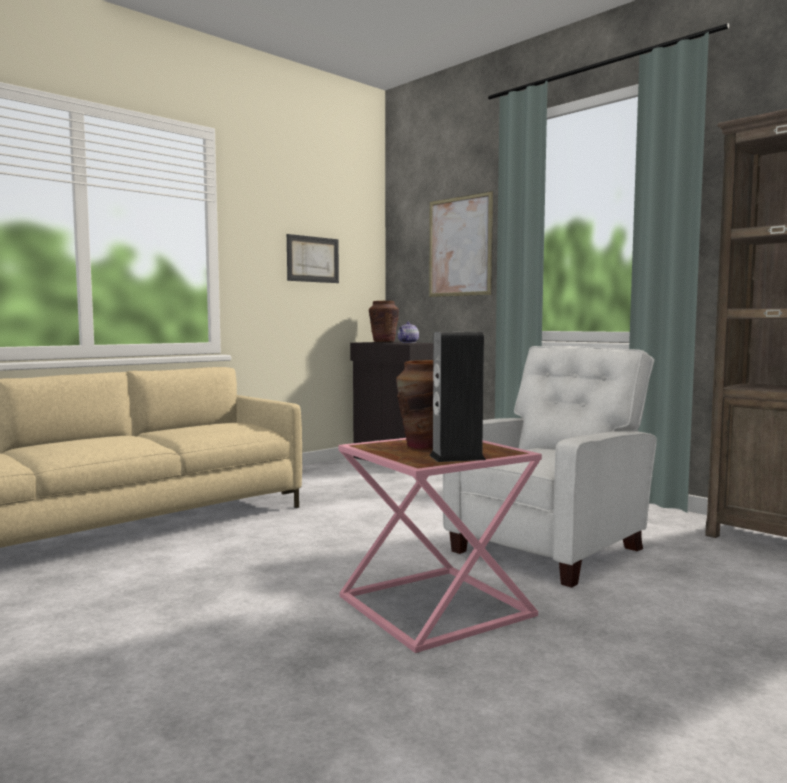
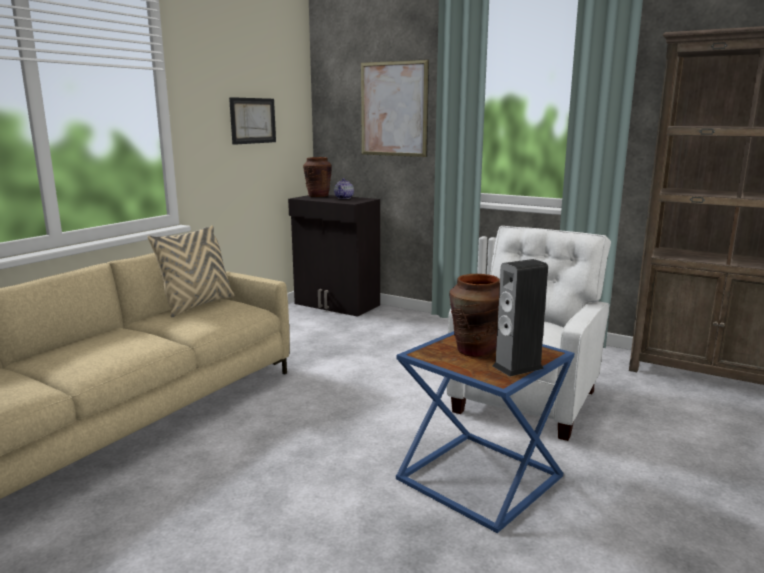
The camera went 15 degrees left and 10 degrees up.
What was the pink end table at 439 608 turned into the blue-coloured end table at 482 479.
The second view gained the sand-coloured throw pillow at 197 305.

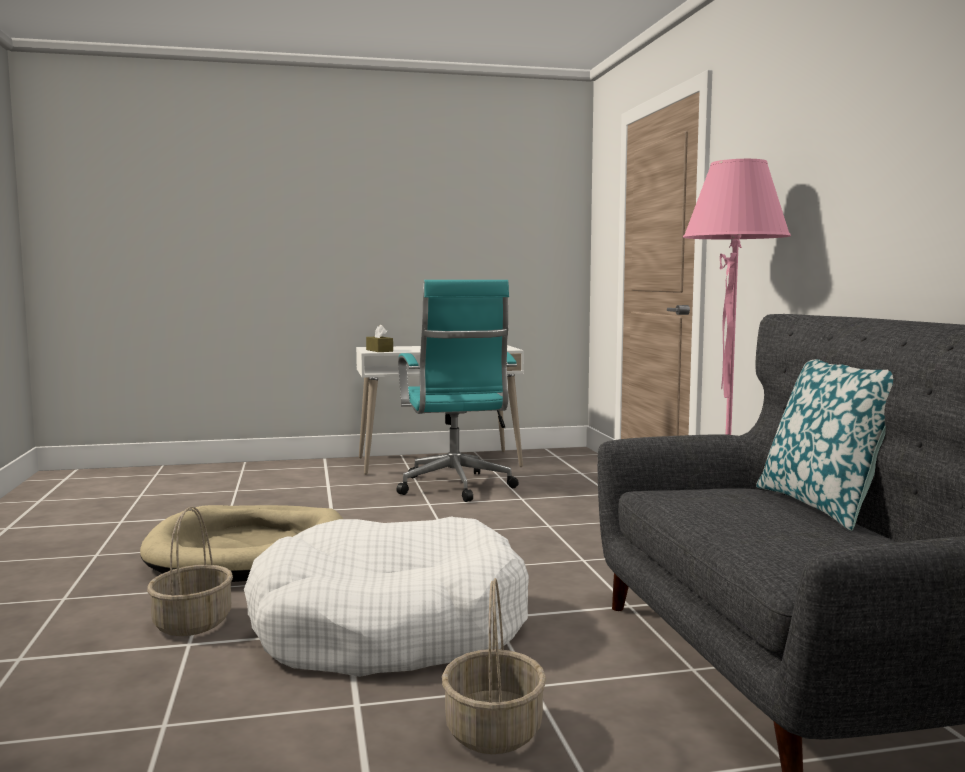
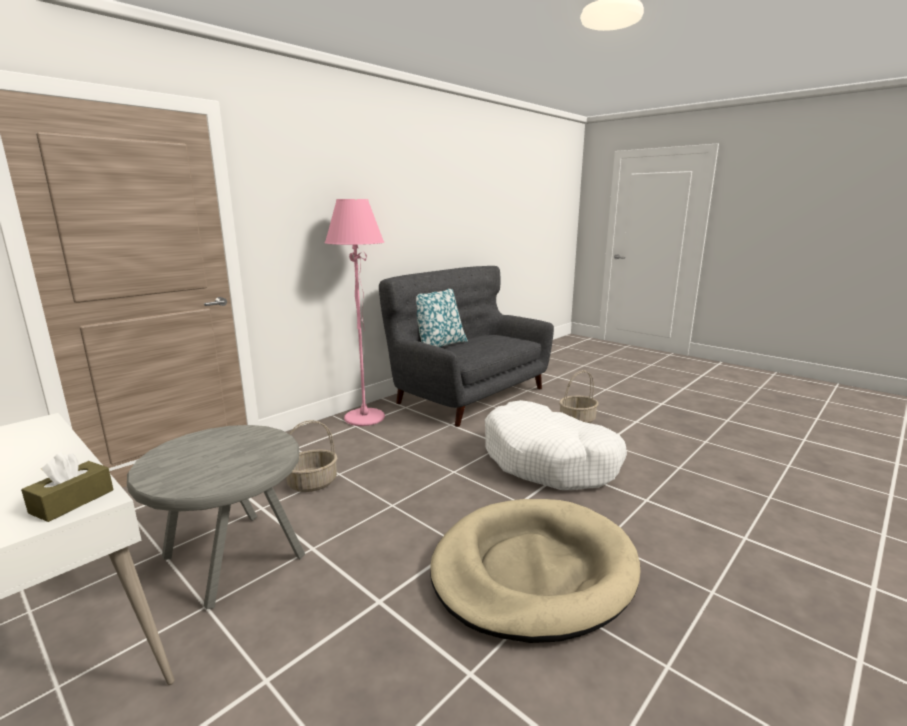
The camera went 125 degrees left and 10 degrees up.
Where the turquoise-coloured desk chair stood at 455 488, the gray end table came to stand at 234 560.
The household basket ended up elsewhere, having gone from 193 623 to 313 483.

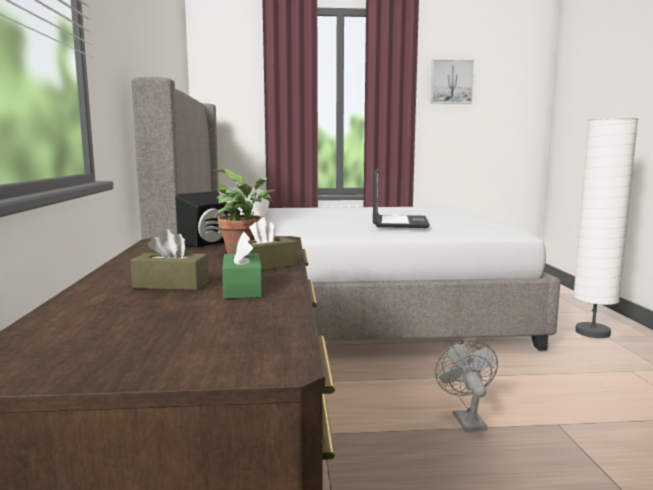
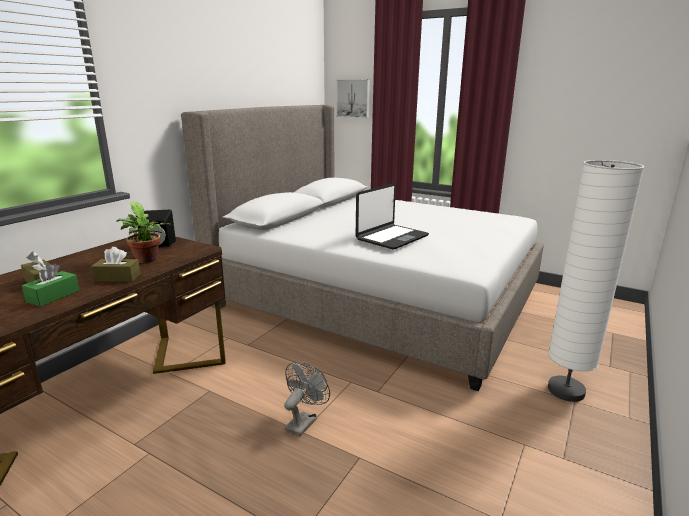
The camera went 35 degrees right and 10 degrees up.
The picture ended up elsewhere, having gone from 451 82 to 353 98.

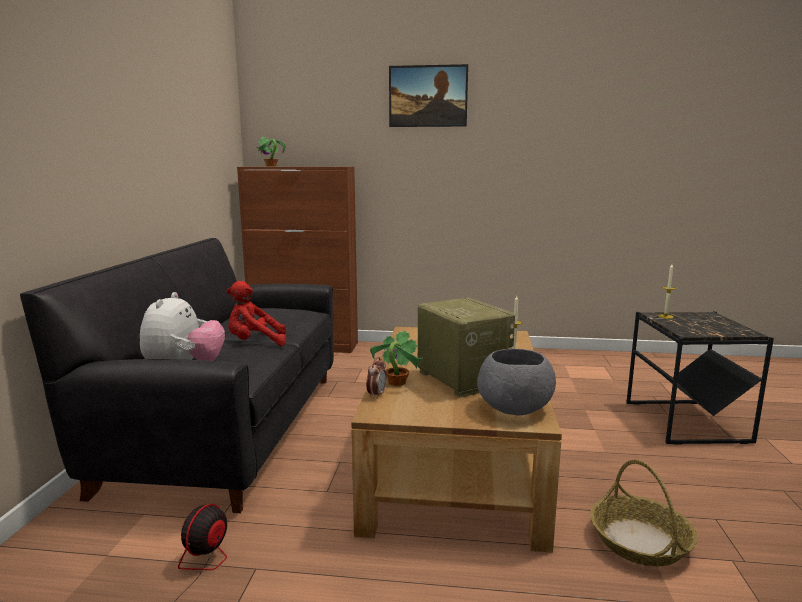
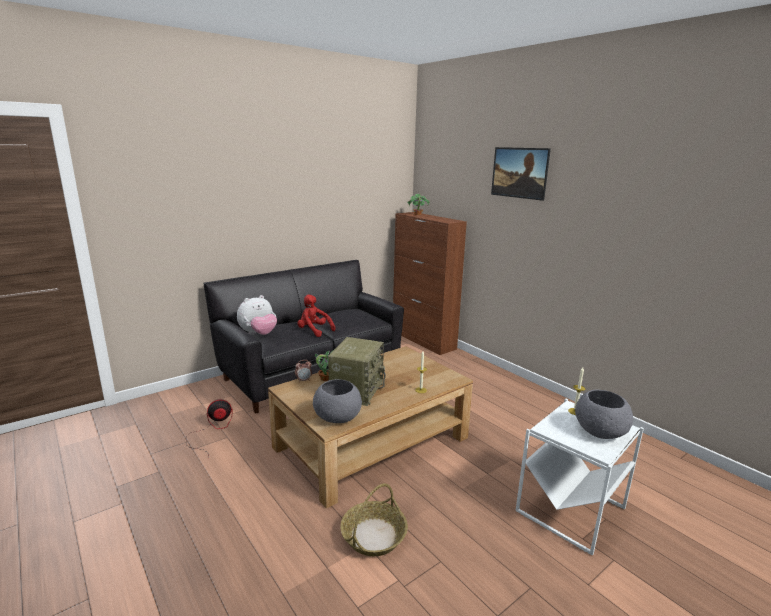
The camera went 45 degrees right and 5 degrees up.
What was the black-coloured end table at 686 422 turned into the whitish end table at 571 510.
The second view gained the gray bowl at 600 432.

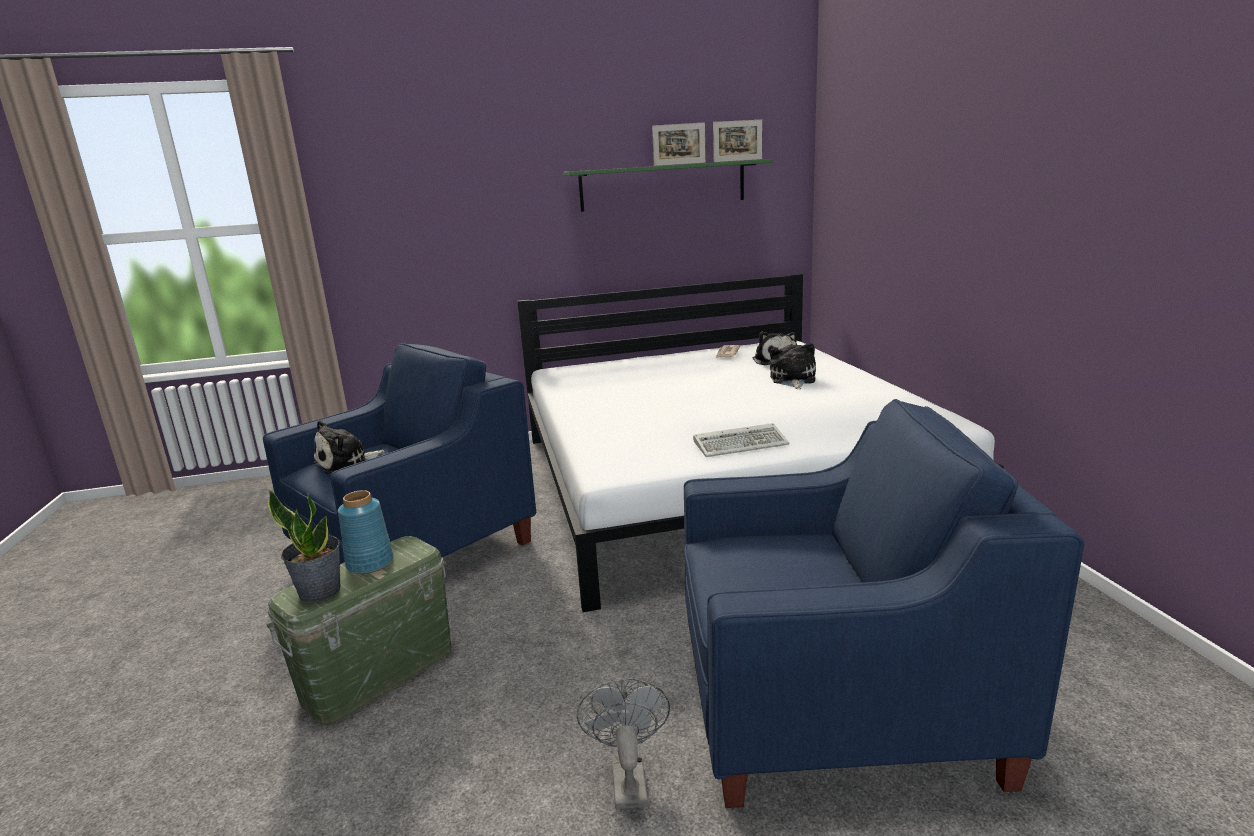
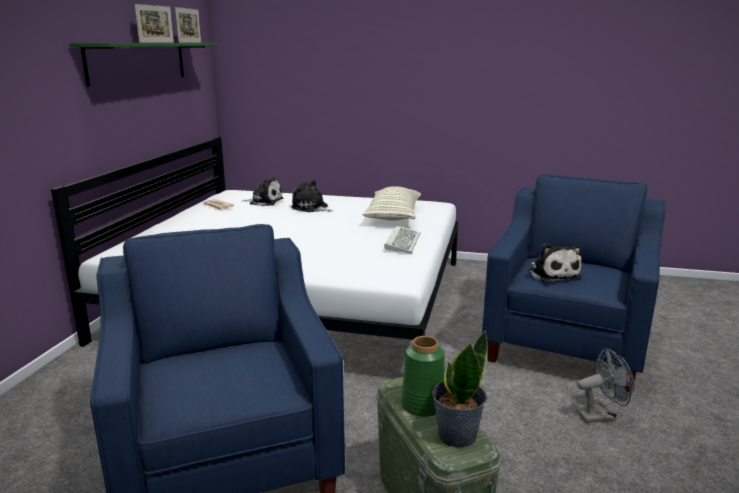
The camera went 65 degrees left and 0 degrees up.
The plush toy ended up elsewhere, having gone from 347 463 to 552 274.
What was the blue-coloured decorative vase at 371 563 turned into the greenish decorative vase at 422 405.
The gray cooling fan at 627 779 ended up facing another way, 150 degrees clockwise from before.
The second view gained the throw pillow at 393 217.

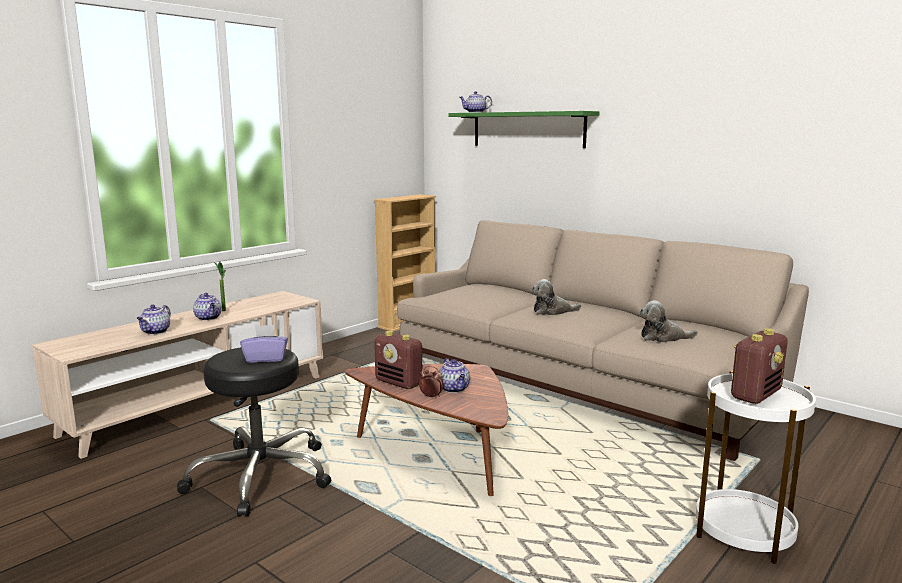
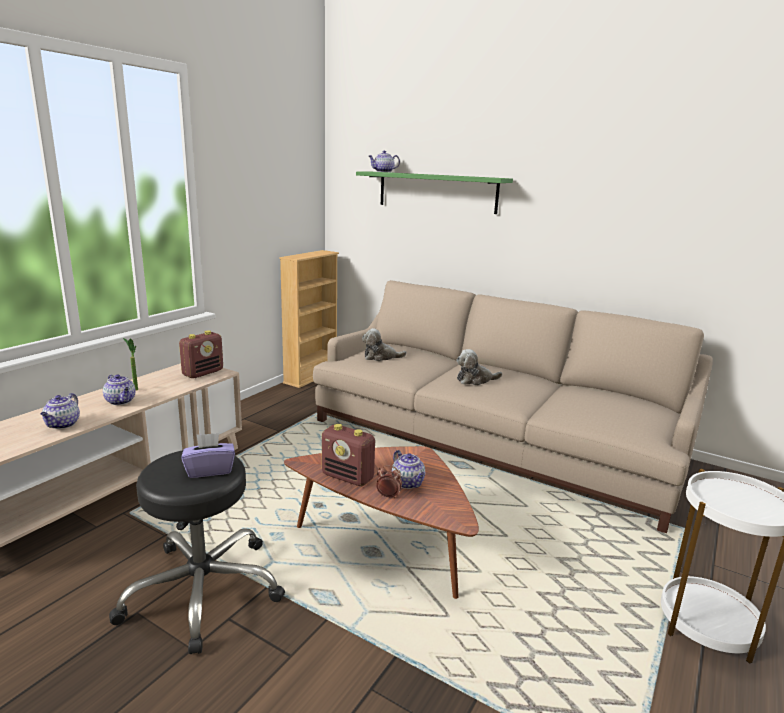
The camera went 10 degrees left and 5 degrees up.
The plush toy ended up elsewhere, having gone from 663 337 to 380 357.
The radio set ended up elsewhere, having gone from 755 394 to 203 373.

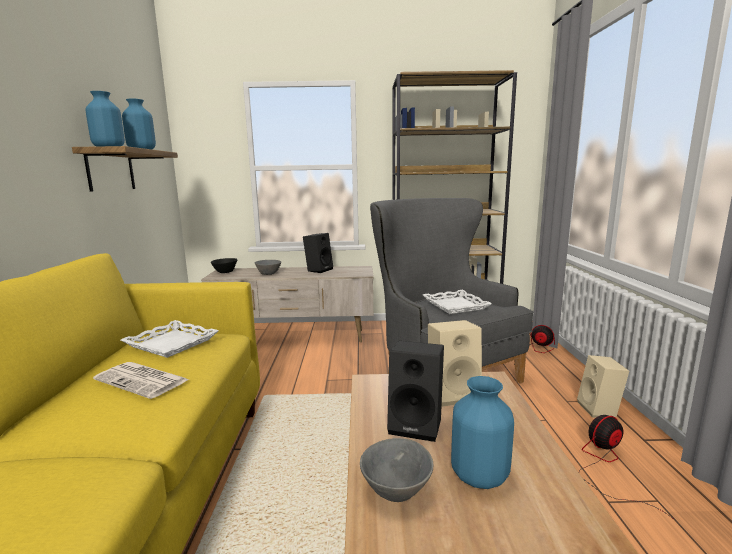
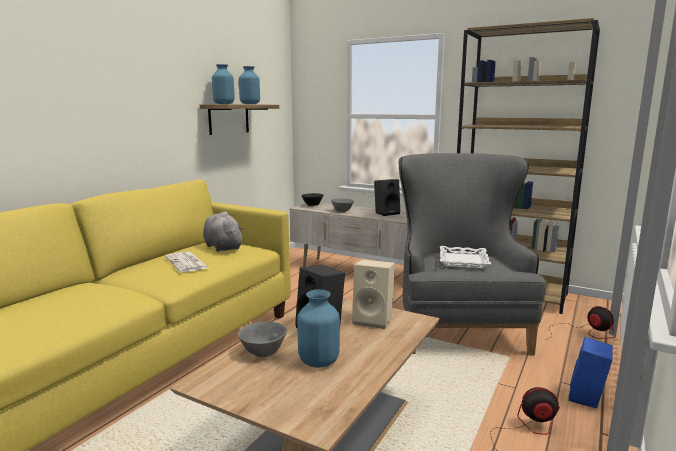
The camera went 30 degrees right and 0 degrees up.
Where the whitish tray stood at 171 344, the gray plush toy came to stand at 222 247.
What was the sand-coloured speaker at 600 410 turned into the blue-coloured speaker at 588 398.

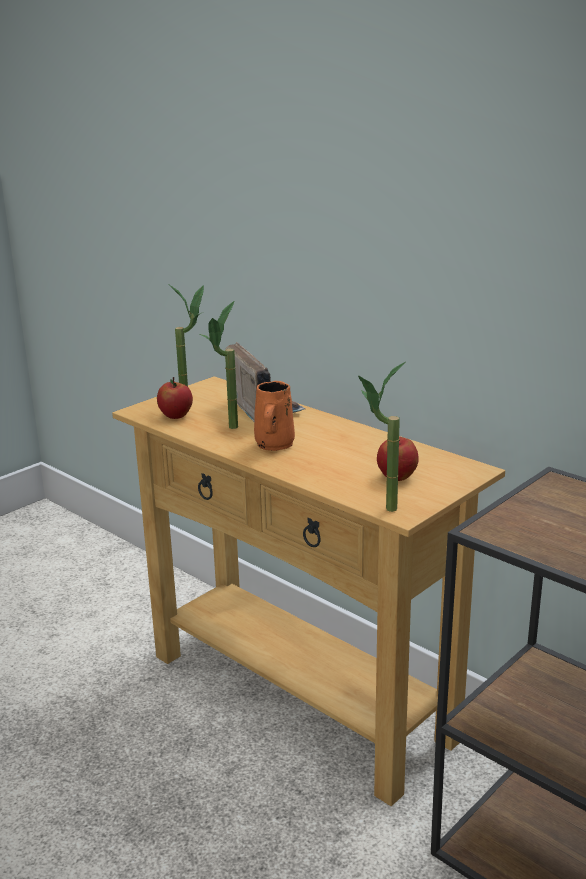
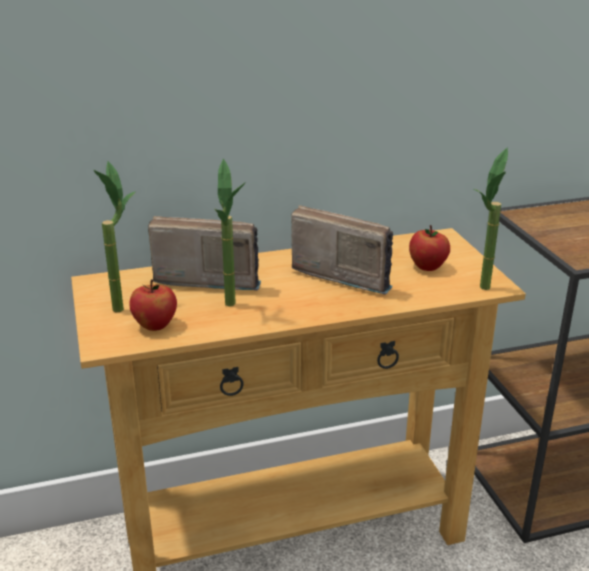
The camera went 60 degrees left and 5 degrees up.
The second view lost the orange-coloured tea mug at 274 445.
The second view gained the radio set at 344 273.

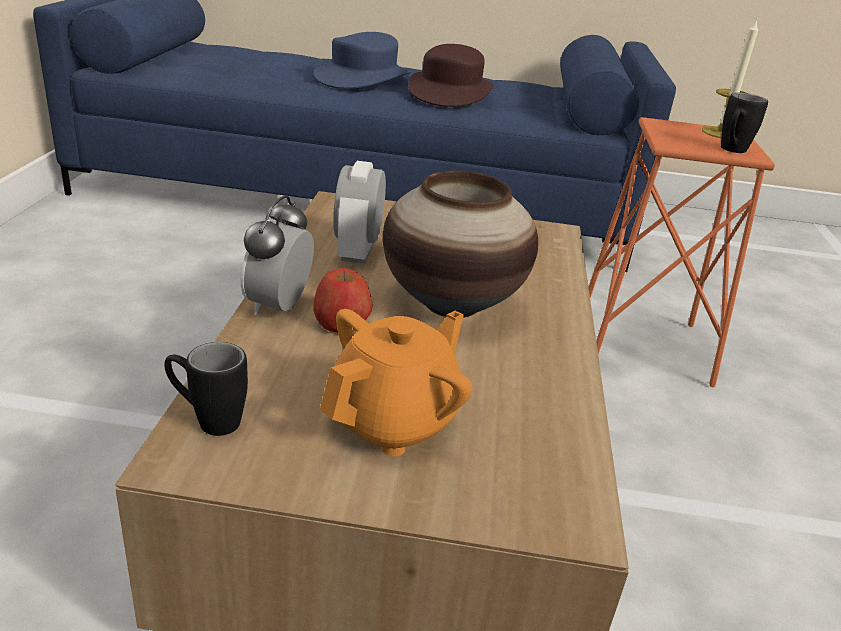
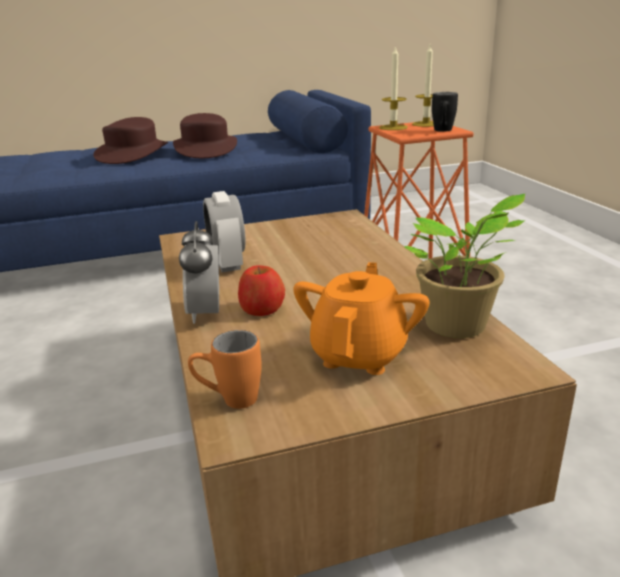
The camera went 20 degrees left and 5 degrees down.
What was the blue-coloured clothing hat at 363 78 turned into the brown-coloured clothing hat at 133 153.
The second view lost the decorative vase at 451 304.
What was the black-coloured tea mug at 207 420 turned into the orange-coloured tea mug at 229 400.
The second view gained the wax light at 393 127.
The second view gained the plant in a pot at 457 327.

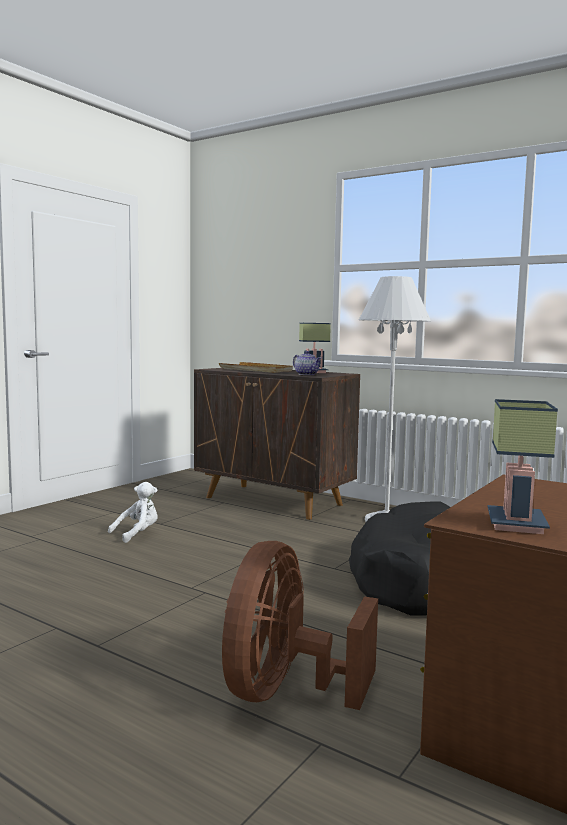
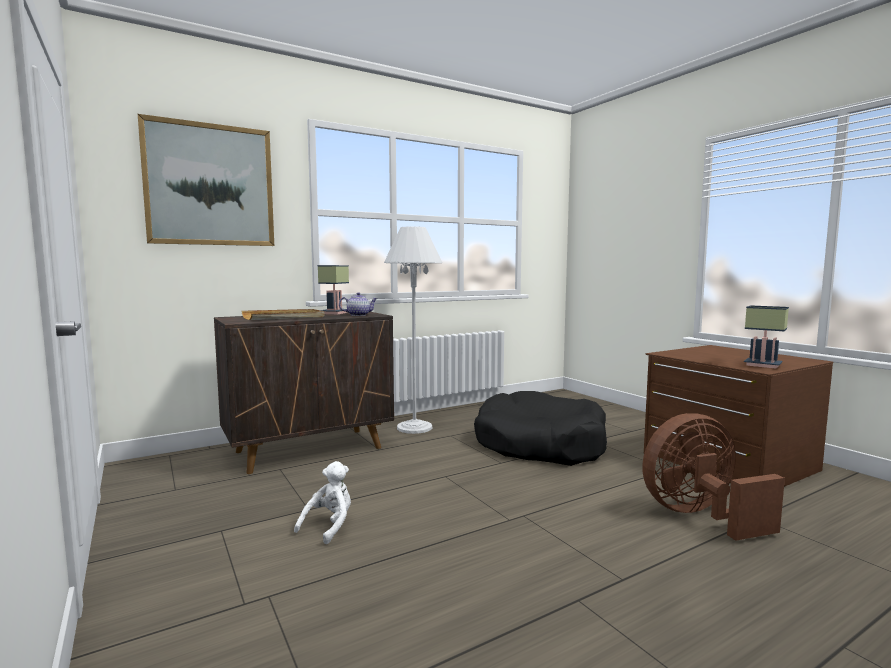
The camera went 65 degrees left and 0 degrees up.
The whitish plush toy at 137 534 ended up facing another way, 45 degrees clockwise from before.
The brown-coloured cooling fan at 285 691 ended up facing another way, 120 degrees clockwise from before.
The second view gained the picture at 210 185.

